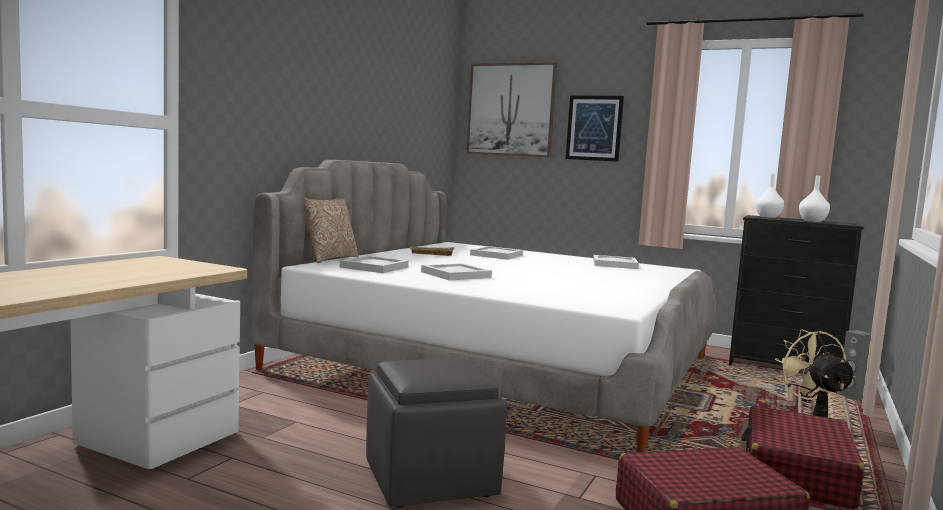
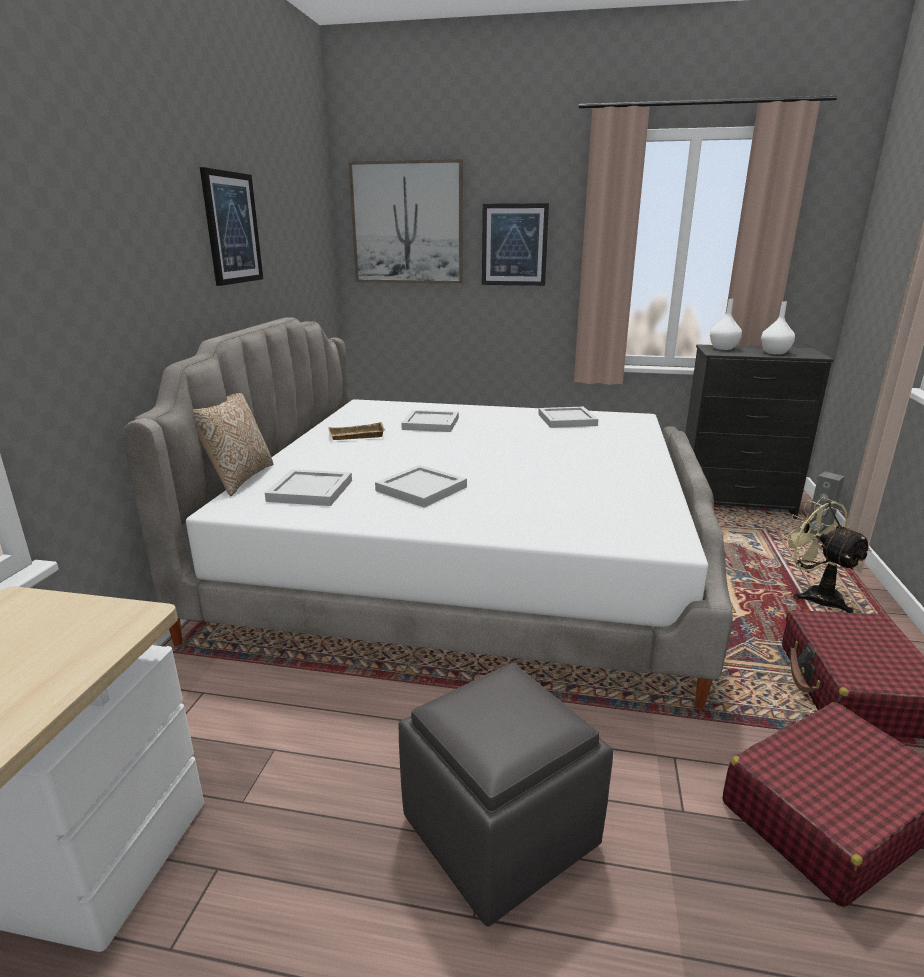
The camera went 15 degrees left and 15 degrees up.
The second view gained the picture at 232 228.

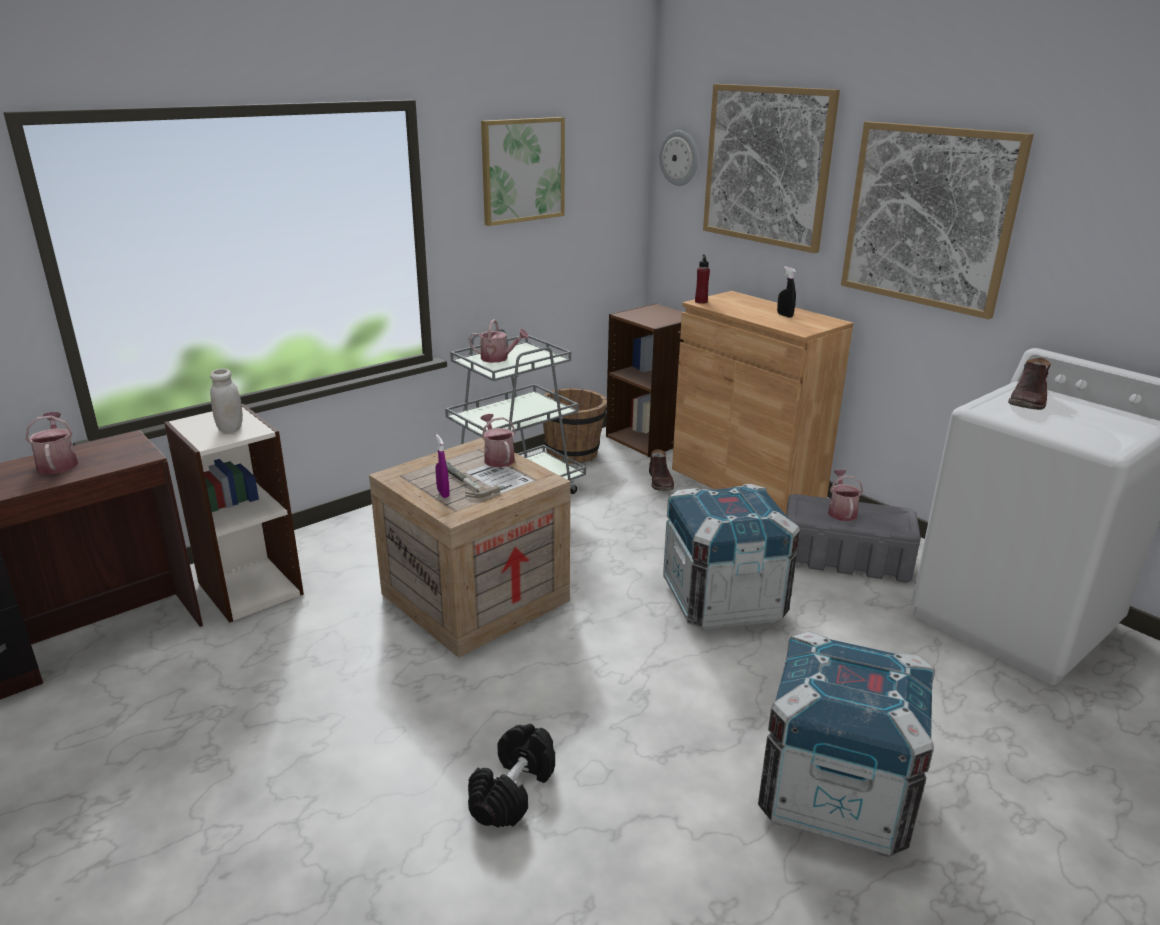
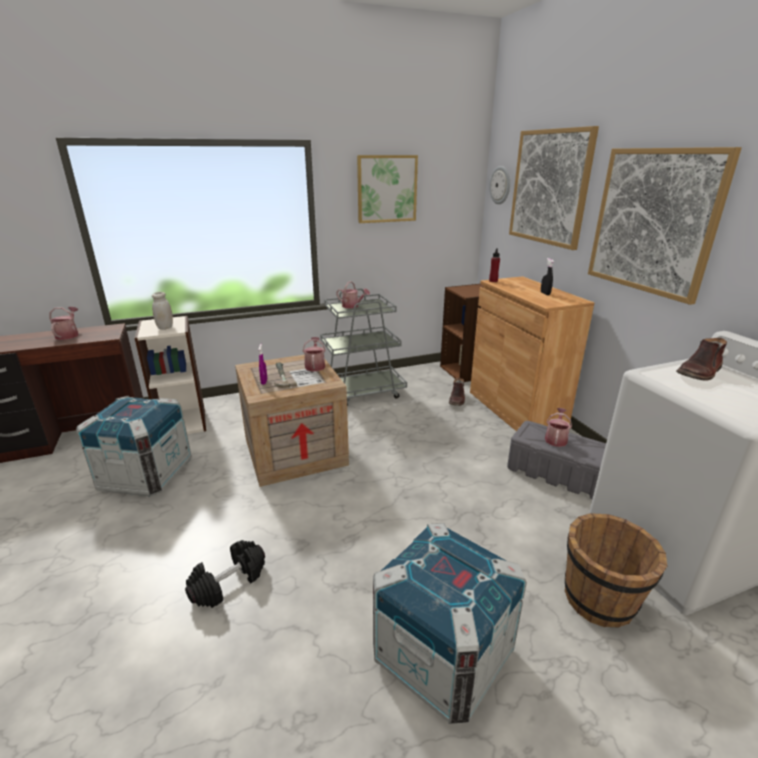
The camera went 20 degrees right and 0 degrees up.
The brown-coloured water bucket ended up elsewhere, having gone from 573 453 to 600 599.
The shipping crate ended up elsewhere, having gone from 723 601 to 146 475.

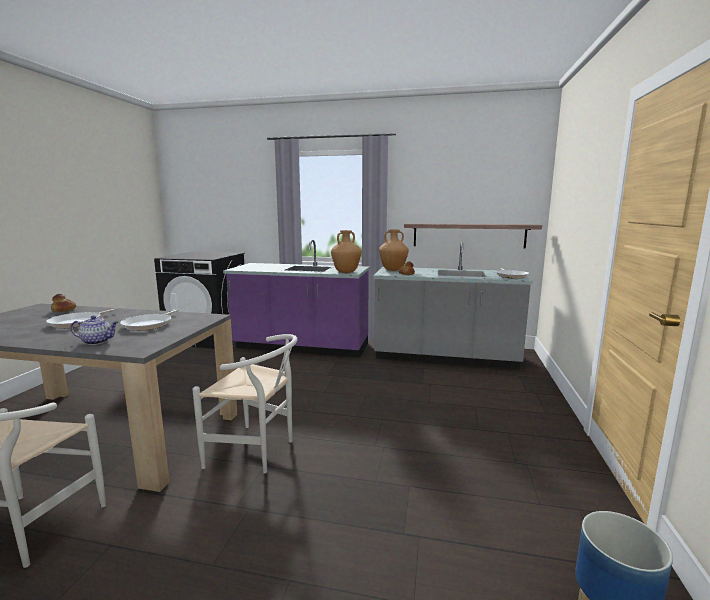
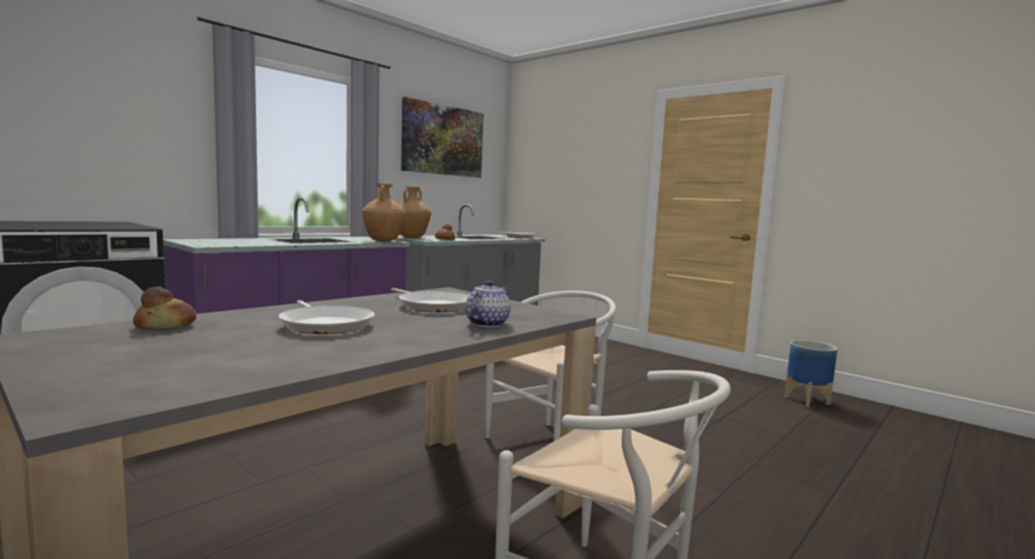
The camera went 60 degrees left and 5 degrees down.
The second view lost the wall shelf at 468 235.
The second view gained the picture at 443 140.

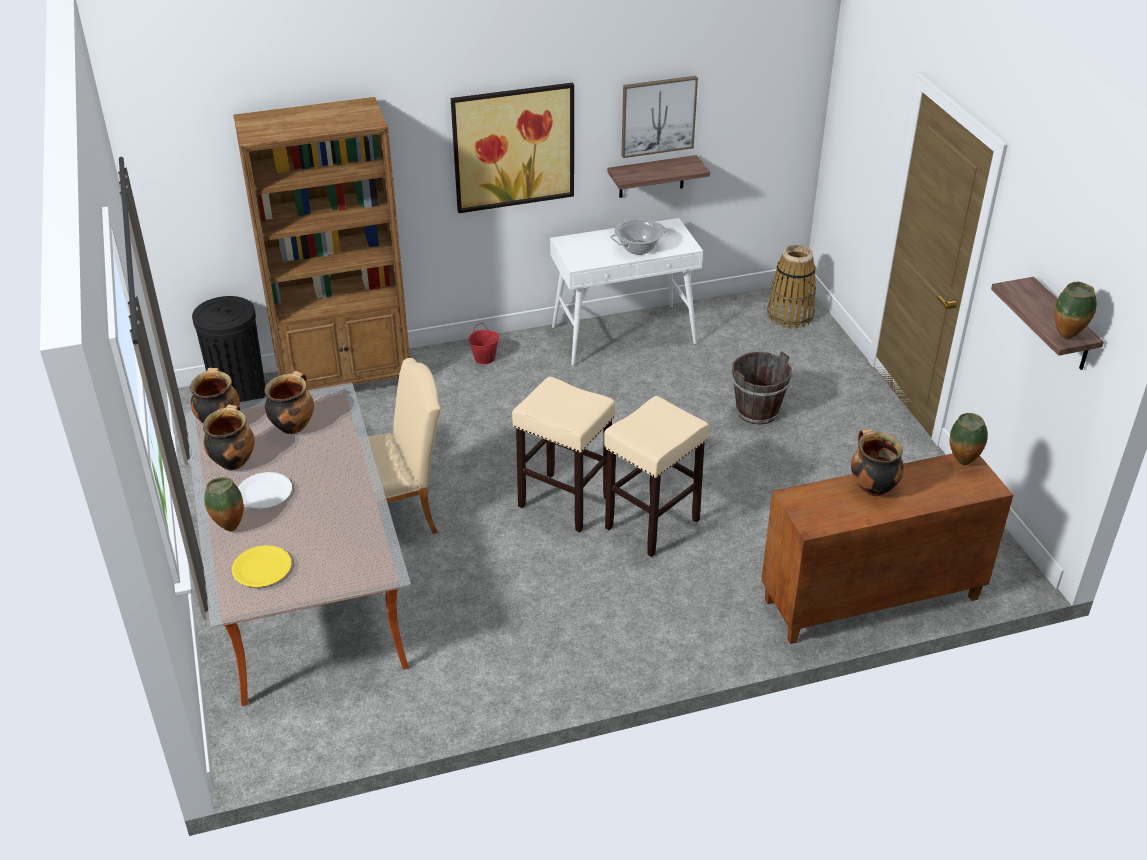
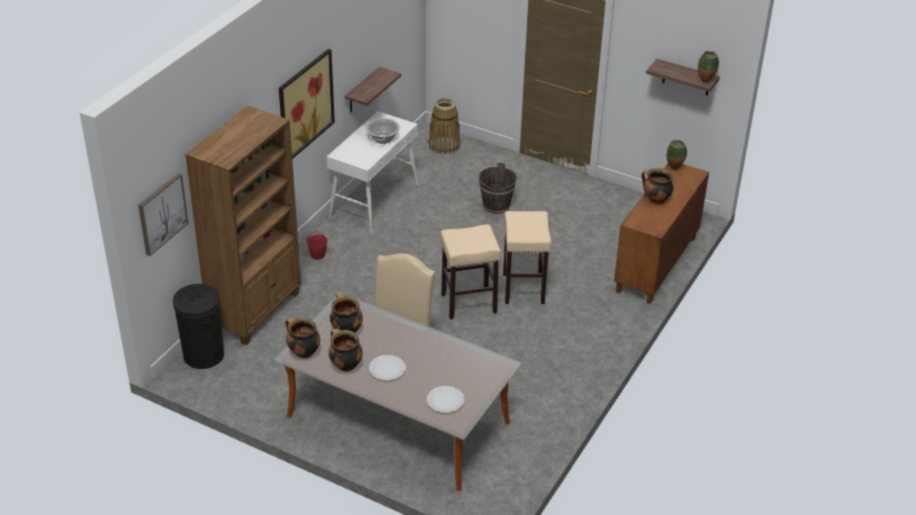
The camera went 45 degrees left and 0 degrees up.
The picture ended up elsewhere, having gone from 658 116 to 162 213.
The second view lost the decorative vase at 229 528.
What was the yellowish plate at 262 568 turned into the whitish plate at 445 400.

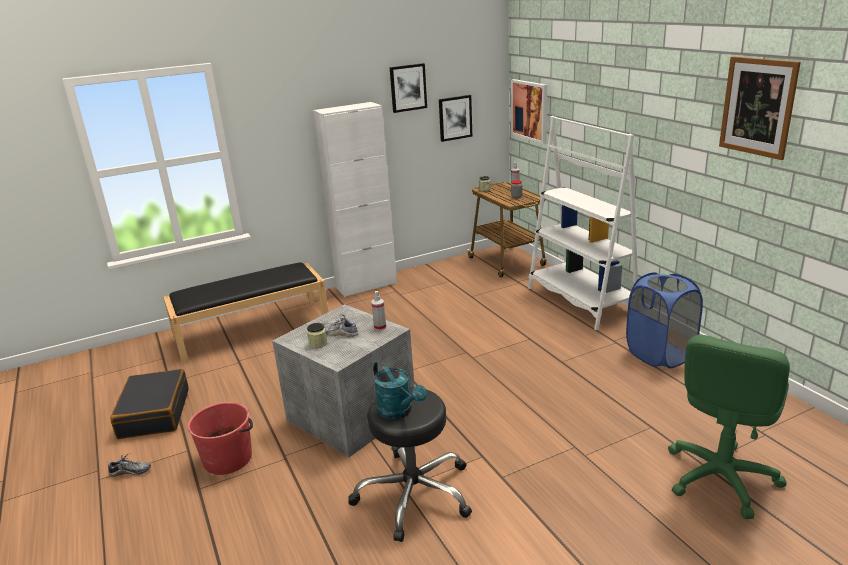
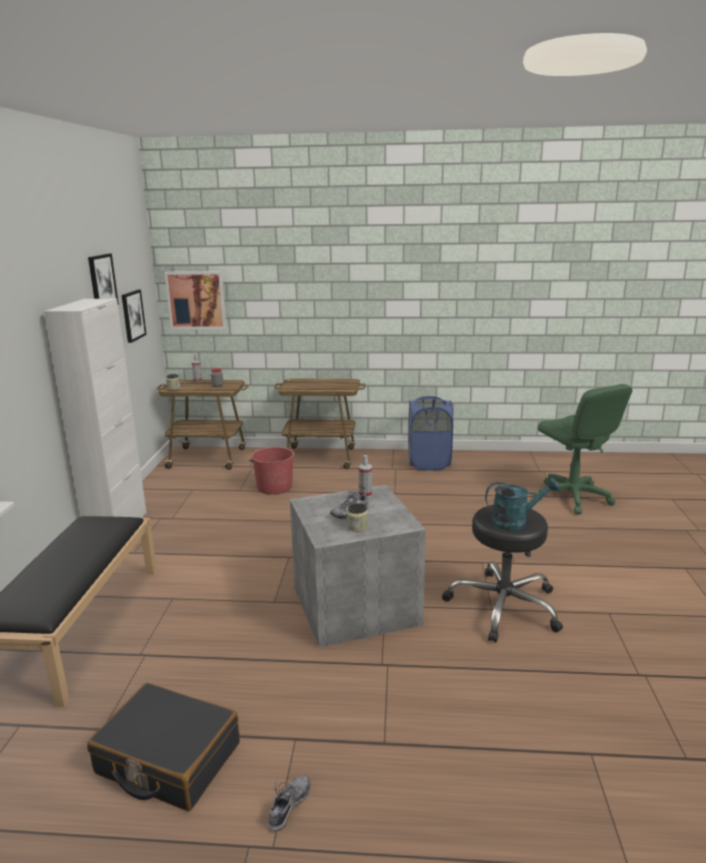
The camera went 60 degrees left and 5 degrees down.
The second view lost the picture at 757 107.
Where the whitish bookshelf stood at 580 301, the cart came to stand at 321 458.
The reddish water bucket ended up elsewhere, having gone from 228 458 to 274 487.

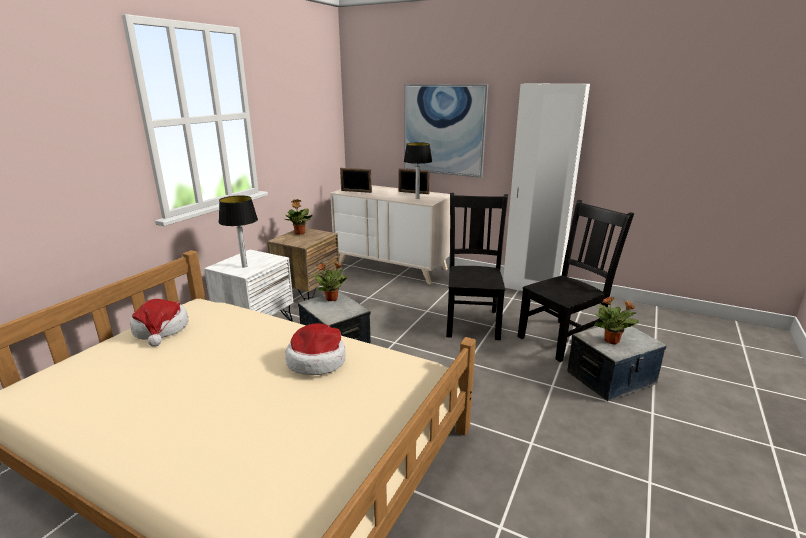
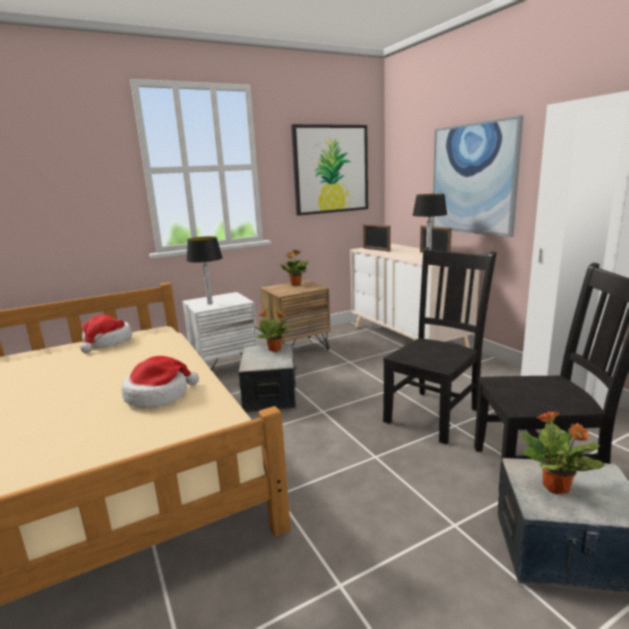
The camera went 35 degrees right and 5 degrees down.
The second view gained the picture at 331 169.

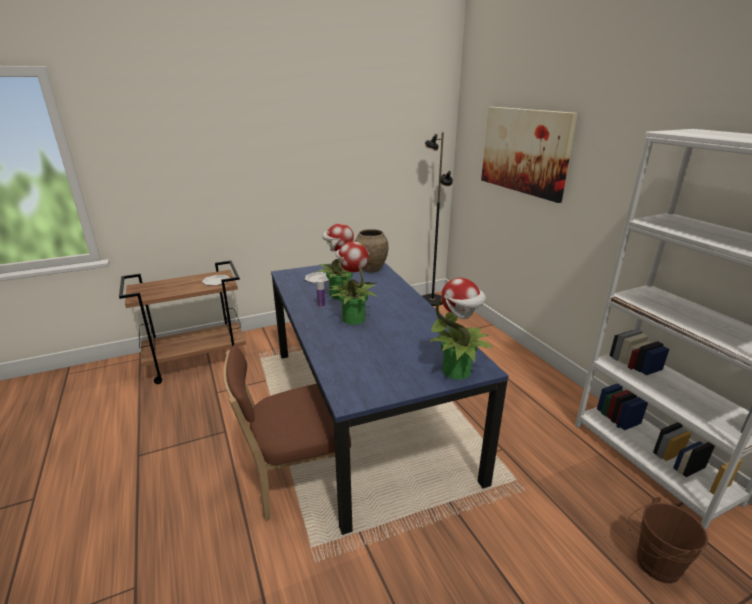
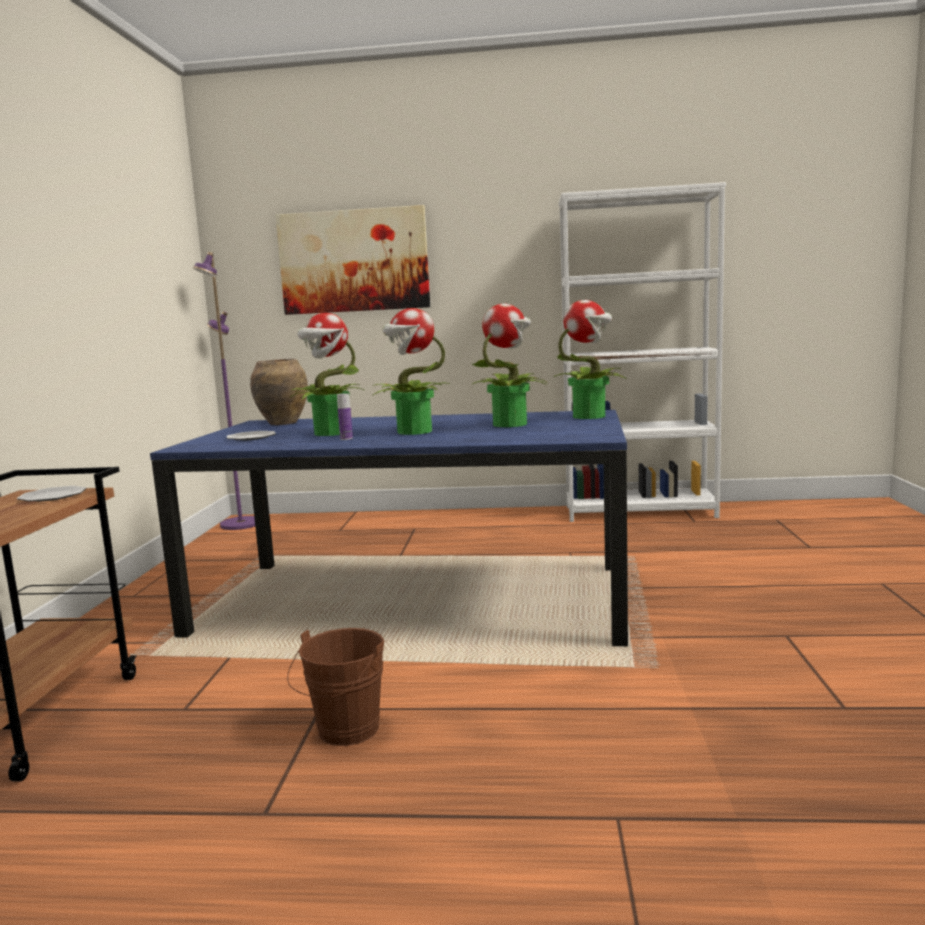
The camera went 60 degrees left and 15 degrees down.
What was the black-coloured standing lamp at 432 300 turned into the purple standing lamp at 240 524.
The second view lost the brown-coloured plain chair at 296 480.
The brown-coloured water bucket ended up elsewhere, having gone from 653 565 to 344 733.
The second view gained the plant in a pot at 510 424.

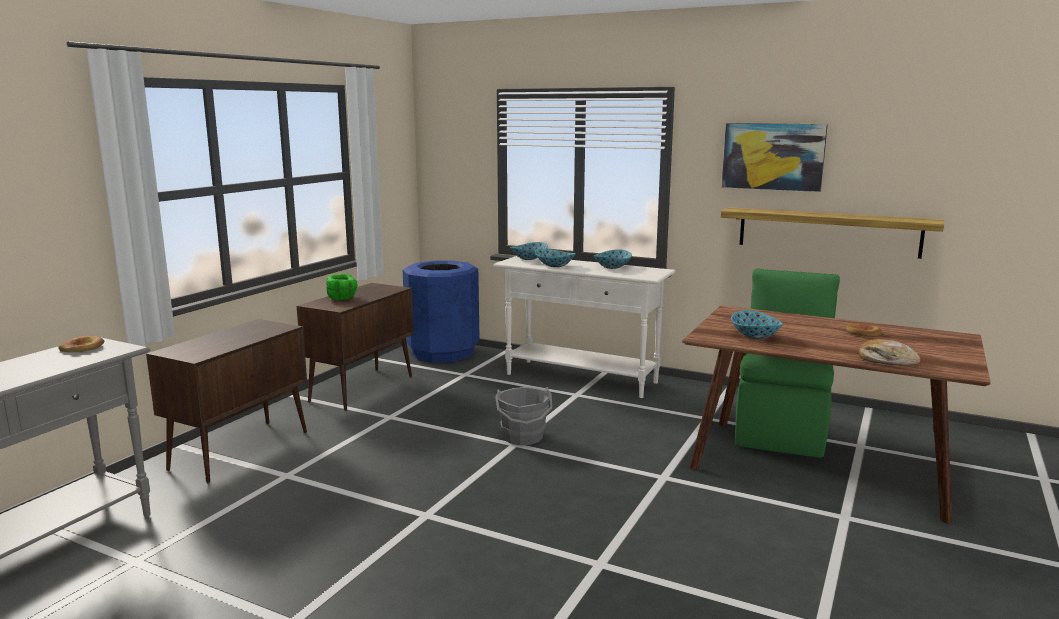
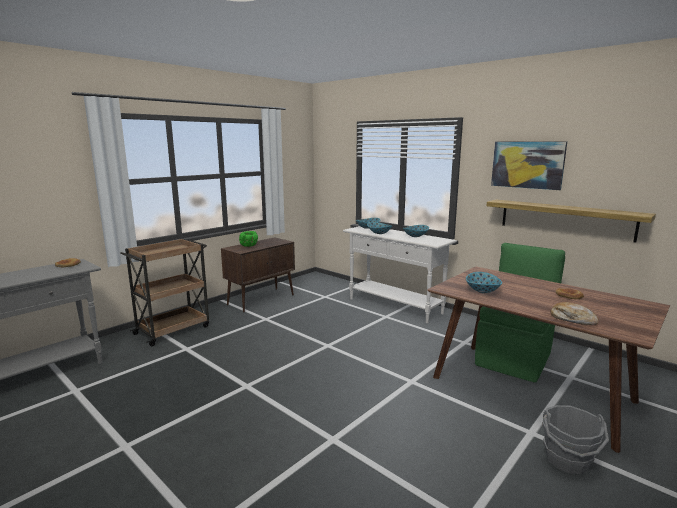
The camera went 15 degrees right and 0 degrees up.
The second view lost the blue-coloured rubbish bin at 443 353.
Where the brown-coloured cupboard stood at 241 450, the brown-coloured cart came to stand at 173 330.
The gray water bucket ended up elsewhere, having gone from 523 437 to 567 460.

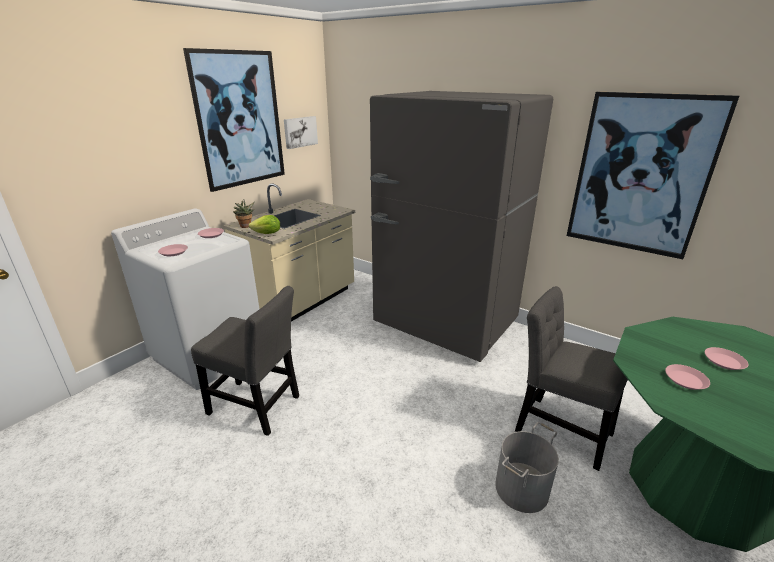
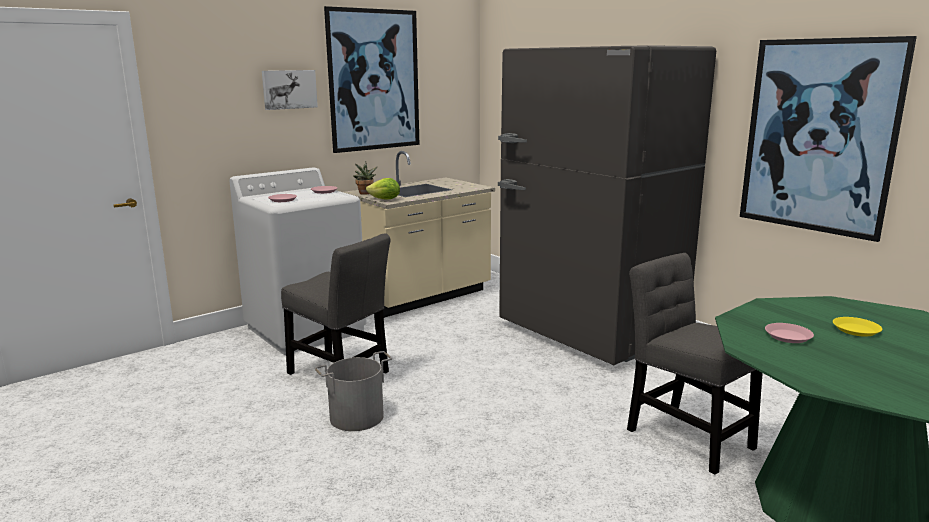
The camera went 15 degrees right and 10 degrees down.
The picture ended up elsewhere, having gone from 300 132 to 289 89.
What was the pink plate at 724 361 turned into the yellowish plate at 856 330.
The gray water bucket ended up elsewhere, having gone from 522 489 to 357 417.

